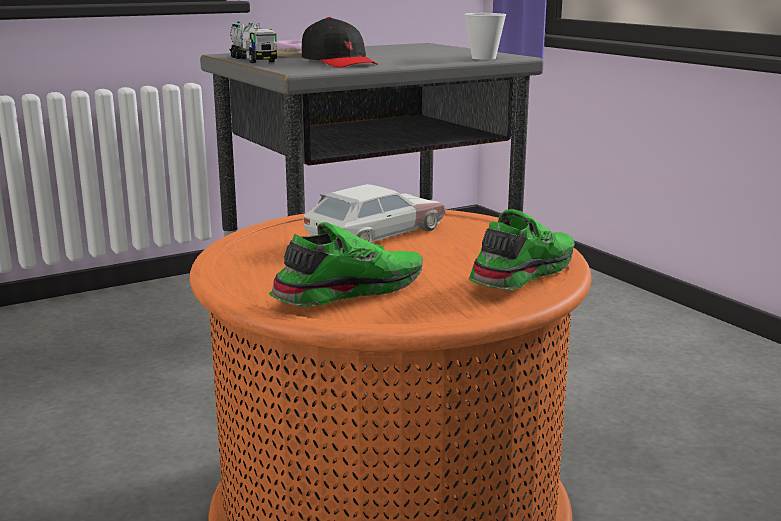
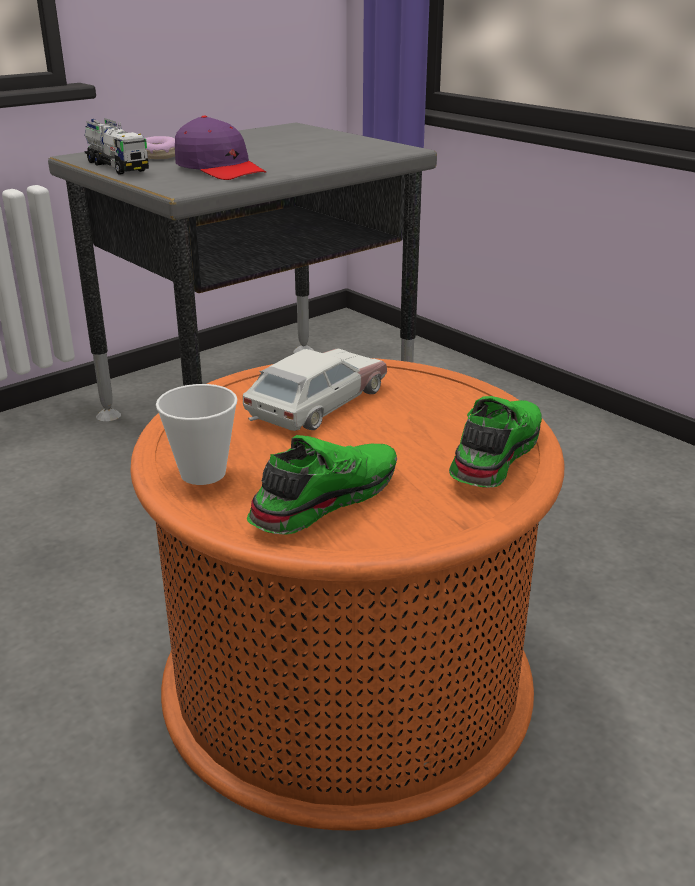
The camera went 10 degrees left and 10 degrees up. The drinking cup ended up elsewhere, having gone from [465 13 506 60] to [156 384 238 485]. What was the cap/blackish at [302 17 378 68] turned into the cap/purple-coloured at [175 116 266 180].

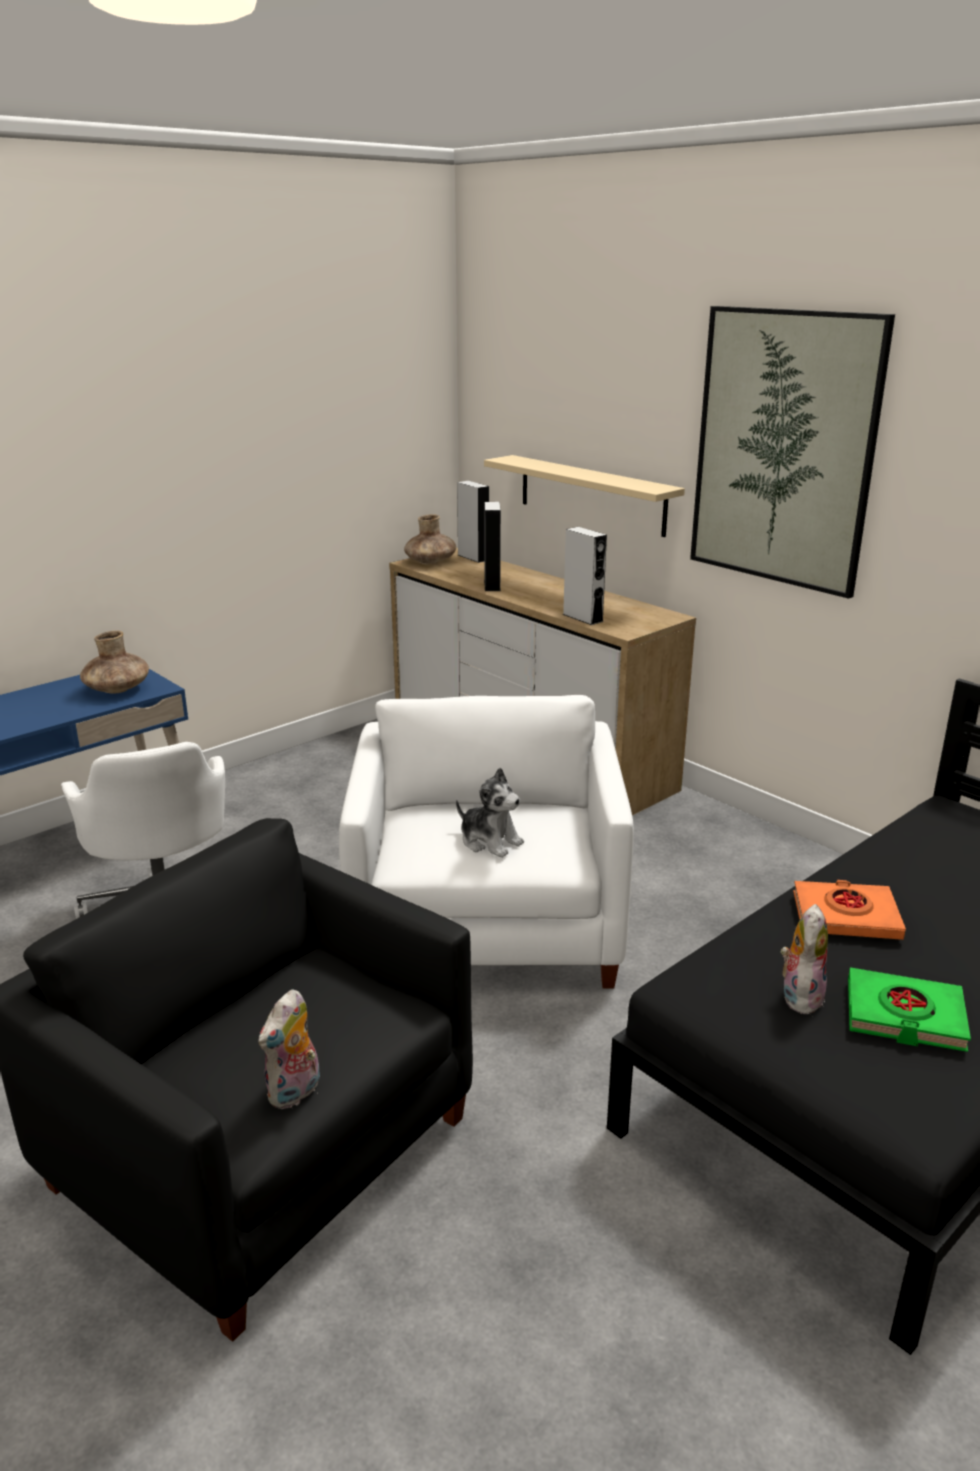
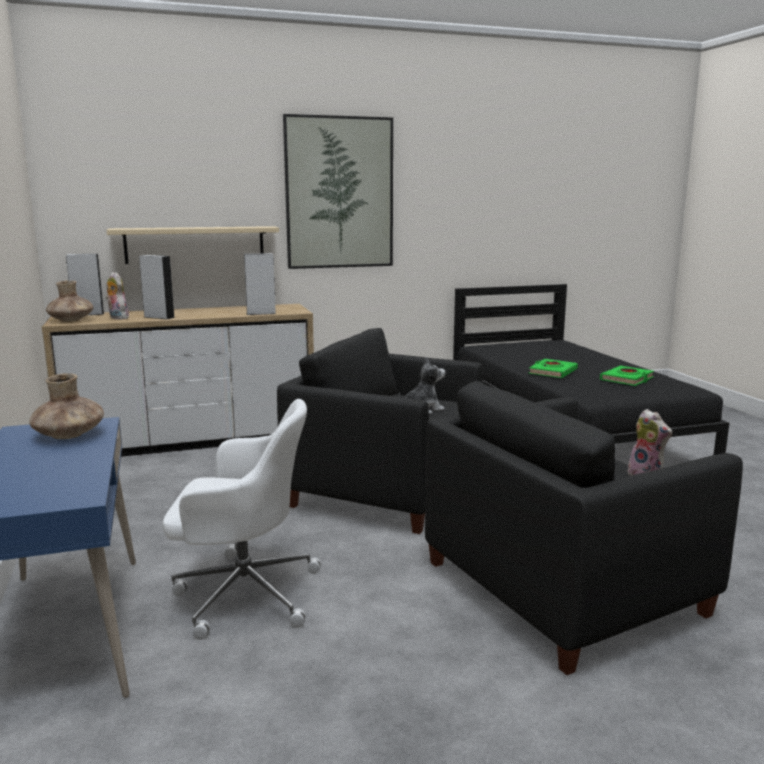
The camera went 65 degrees left and 10 degrees down. The soft toy ended up elsewhere, having gone from [781 904 828 1014] to [105 272 129 320]. What was the armchair/white-coloured at [339 695 634 989] turned into the armchair/blackish at [277 328 482 534]. What was the bound book/orange at [793 880 906 940] turned into the bound book/greenish at [529 359 578 378].

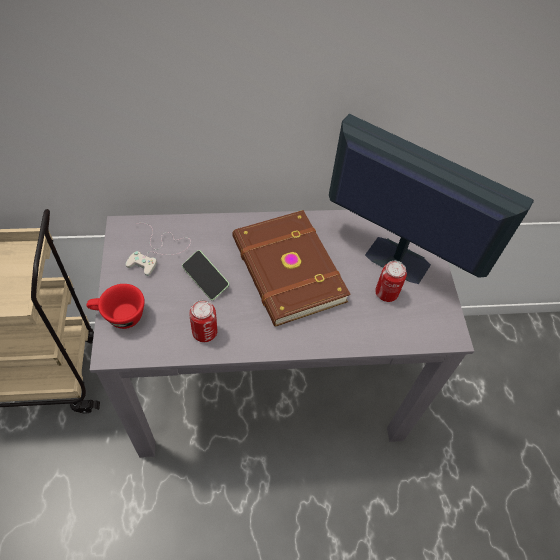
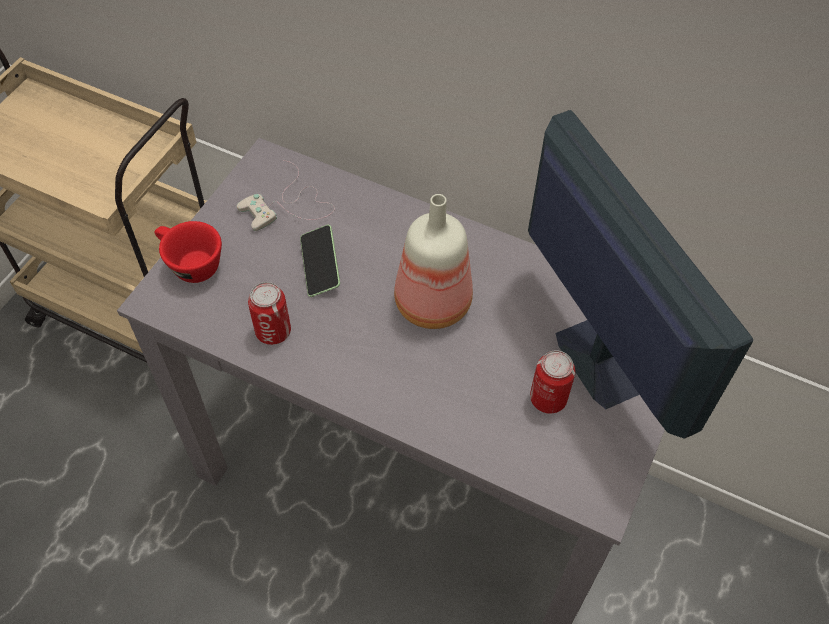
The camera went 35 degrees right and 0 degrees up. Where the bound book/brownish stood at [232 210 350 327], the beverage bottle came to stand at [394 194 473 329].

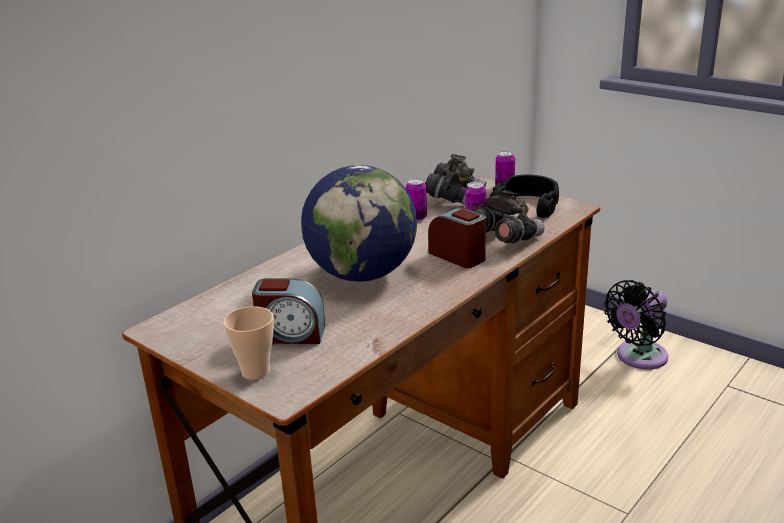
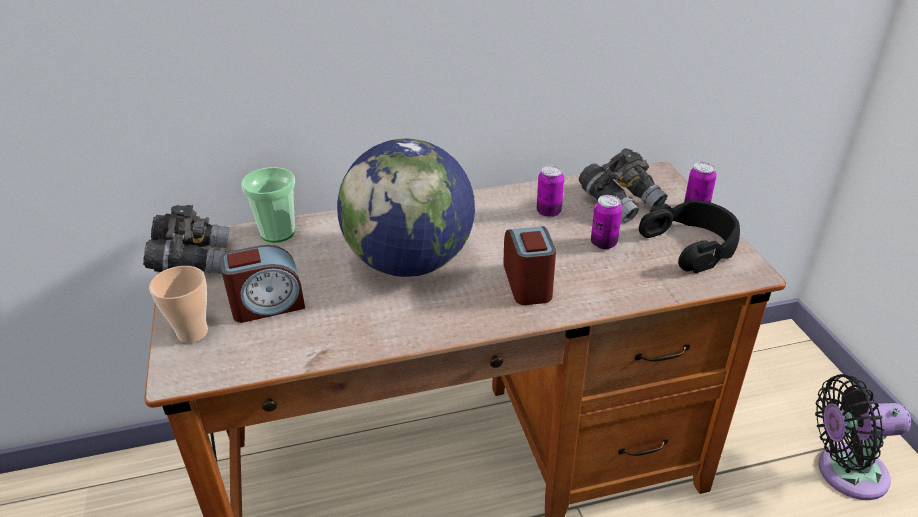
The camera went 35 degrees right and 10 degrees up. The second view gained the drinking cup at [241 167 295 243]. The field glasses/gray ended up elsewhere, having gone from [472 190 544 243] to [143 205 229 274]. The table clock at [252 278 325 344] ended up facing another way, 60 degrees counterclockwise from before.

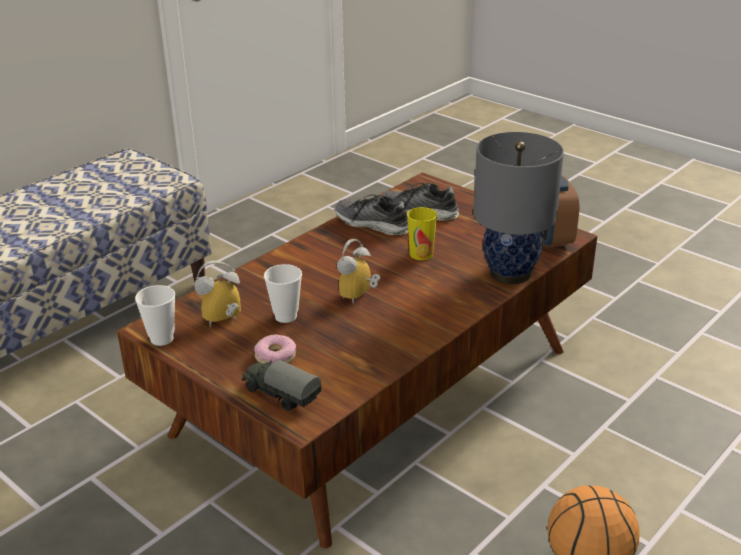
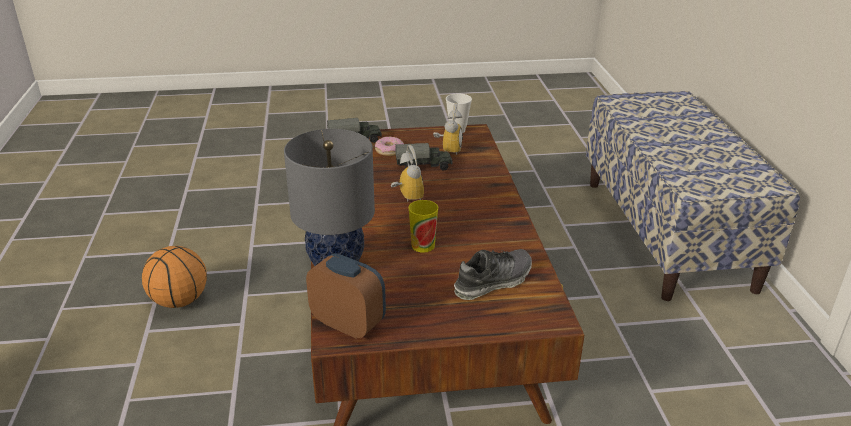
The camera went 130 degrees right and 0 degrees up. The second view lost the shoe at [335 194 408 235]. Where the drinking cup stood at [264 264 302 323], the toy lorry came to stand at [395 143 453 170].

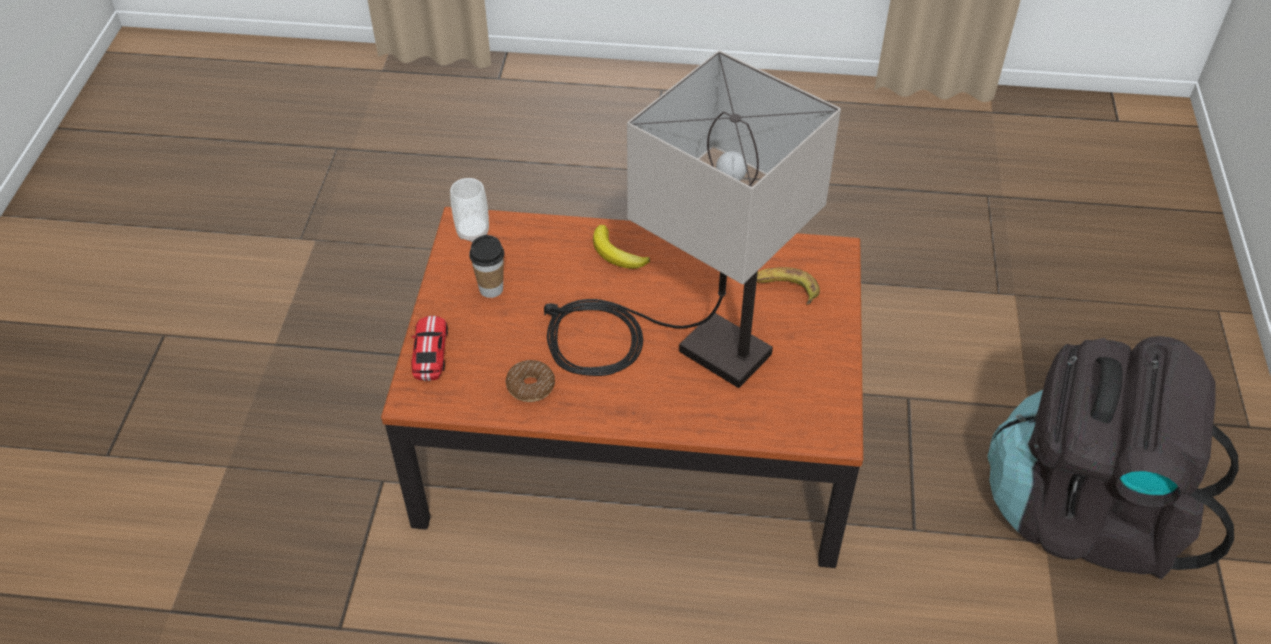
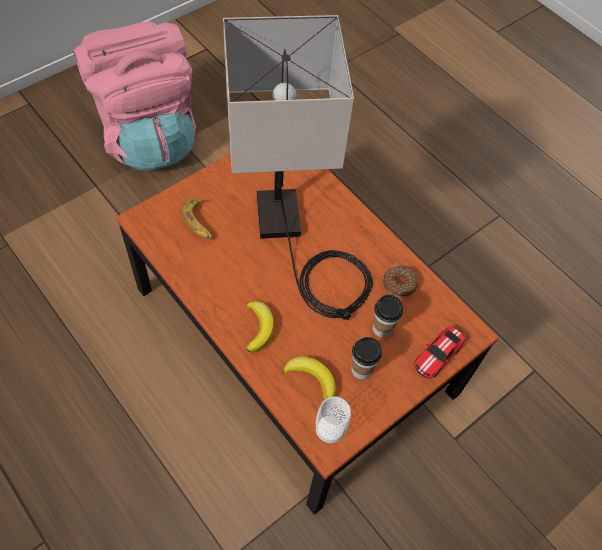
The camera went 140 degrees left and 10 degrees up. The second view gained the banana at [283 357 336 400]. The second view gained the drinking cup at [373 295 403 337]. What was the backpack/blackish at [988 336 1239 579] turned into the backpack/pinkish at [73 21 196 170].

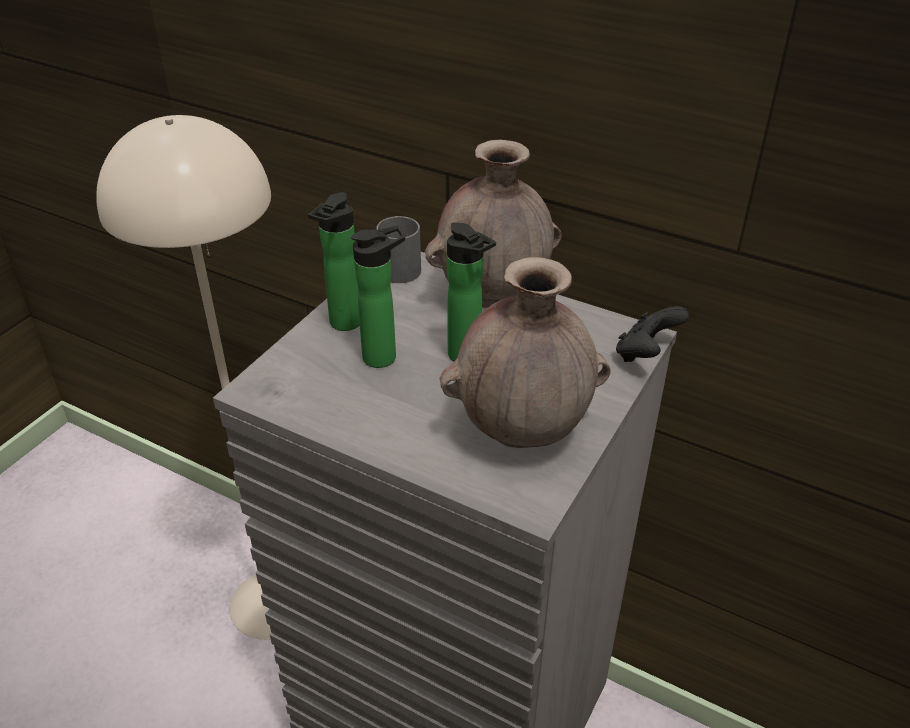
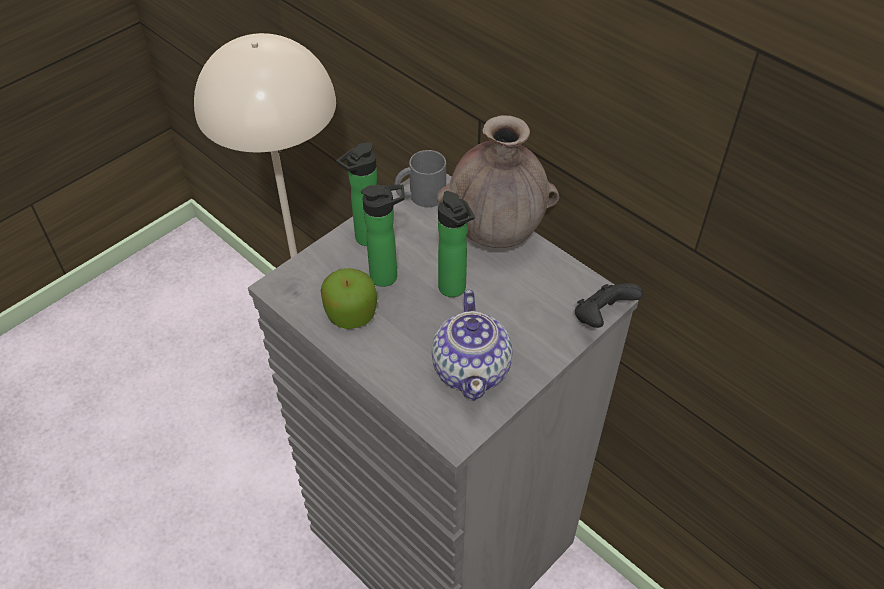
The camera went 15 degrees right and 10 degrees up. The second view gained the whole apple at [321 268 377 329]. Where the flower vase/brownish stood at [440 257 611 448], the tea pot came to stand at [431 290 513 401].

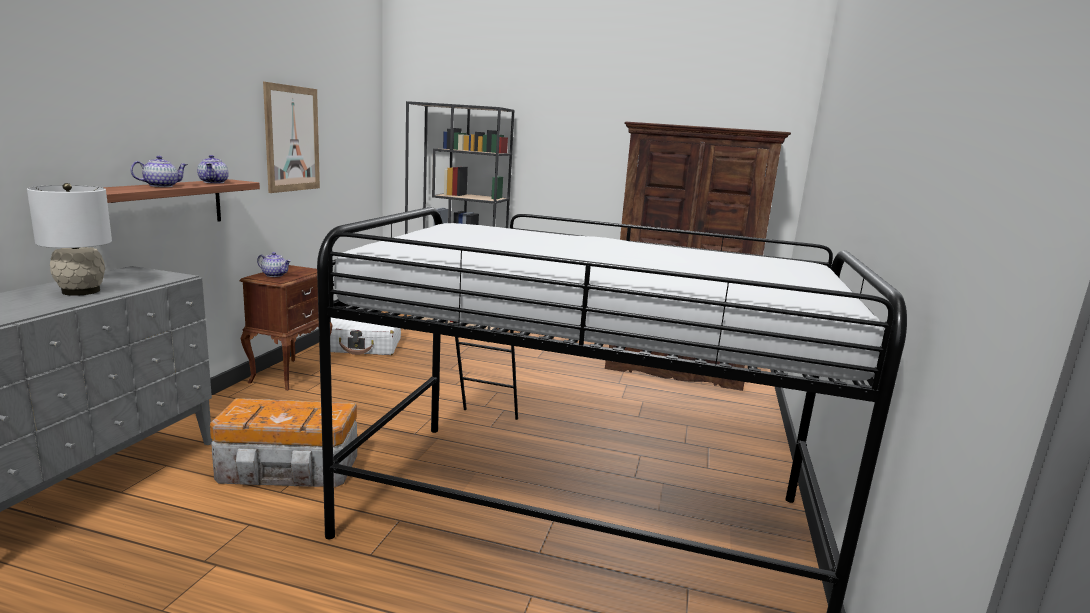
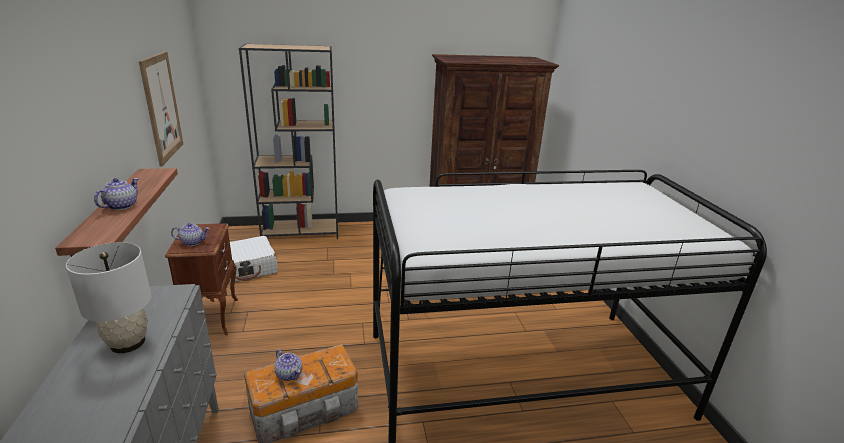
The camera went 25 degrees left and 10 degrees up. The tea pot ended up elsewhere, having gone from [197 155 229 183] to [275 349 302 381].

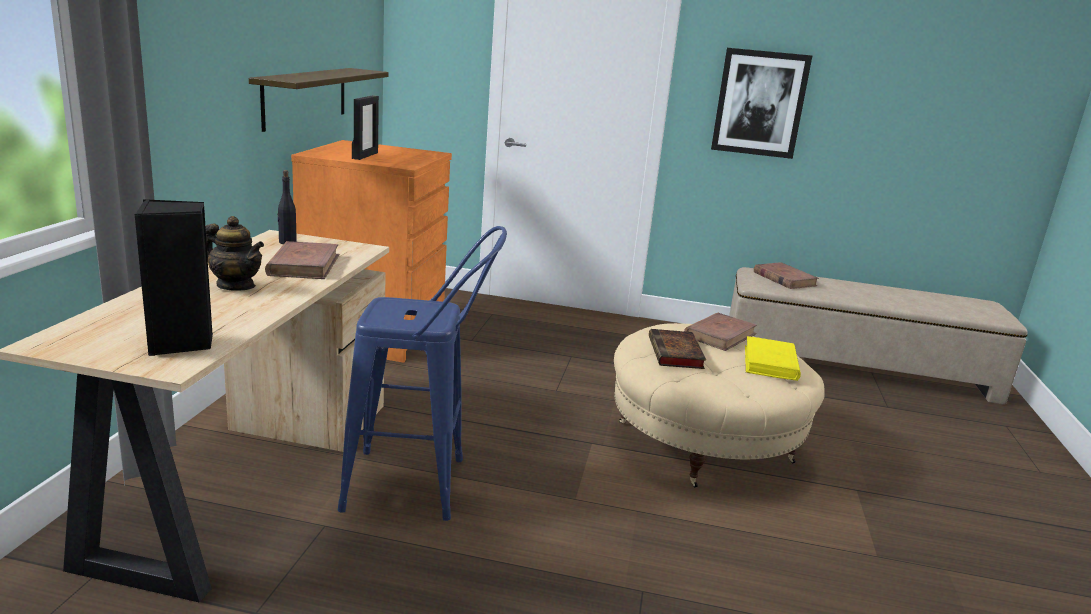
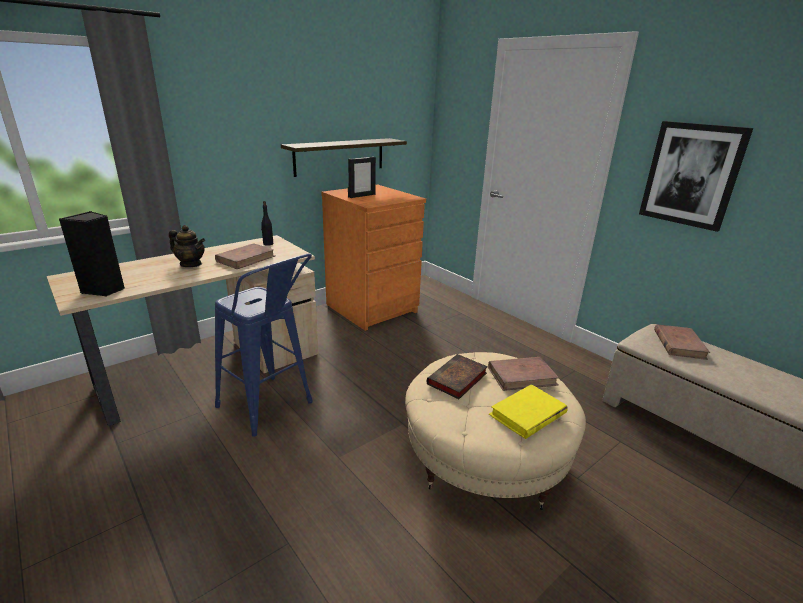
The camera went 40 degrees right and 5 degrees up. The tea pot at [205 216 264 291] ended up facing another way, 45 degrees counterclockwise from before.

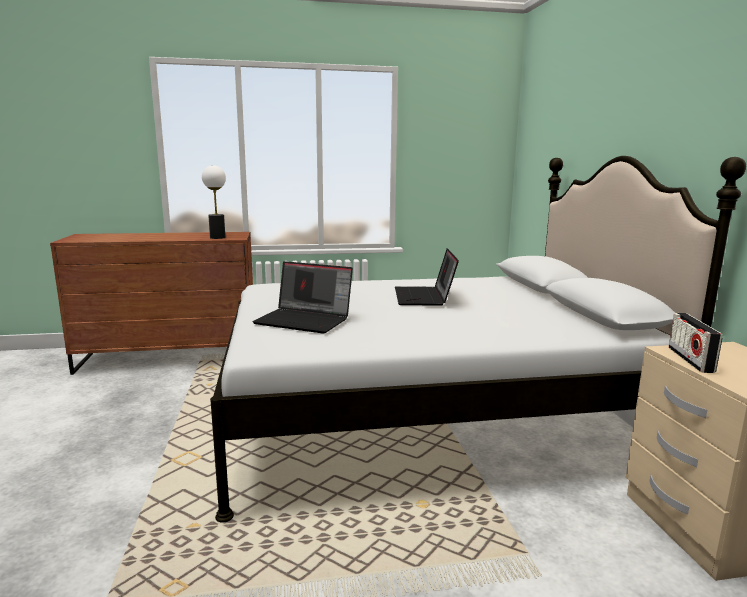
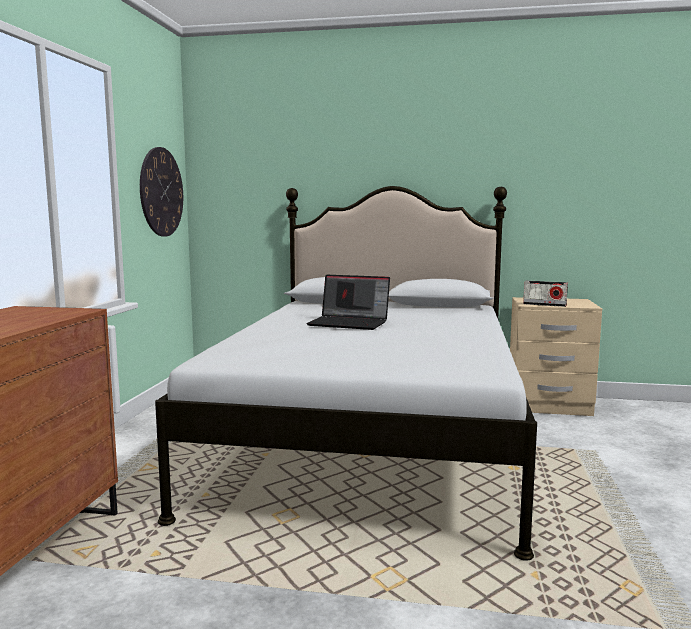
The camera went 70 degrees left and 5 degrees down. The second view lost the lamp for a table at [202 165 226 239]. The second view lost the portable computer at [252 261 353 334]. The second view gained the hanging clock at [140 147 183 237].

